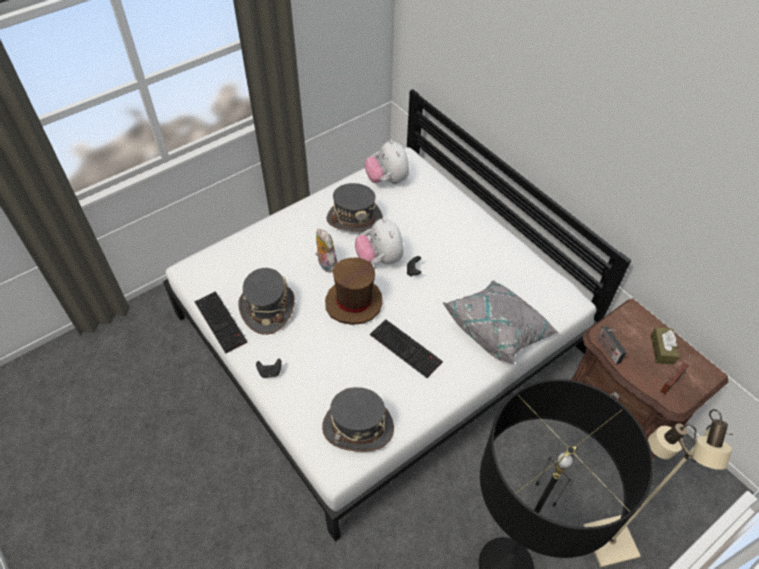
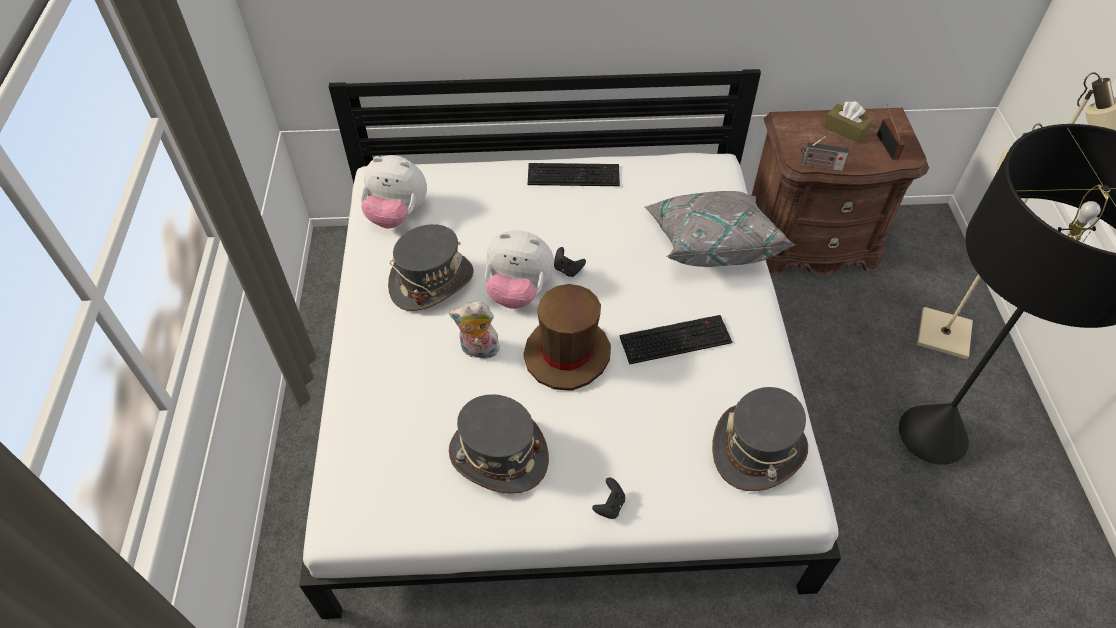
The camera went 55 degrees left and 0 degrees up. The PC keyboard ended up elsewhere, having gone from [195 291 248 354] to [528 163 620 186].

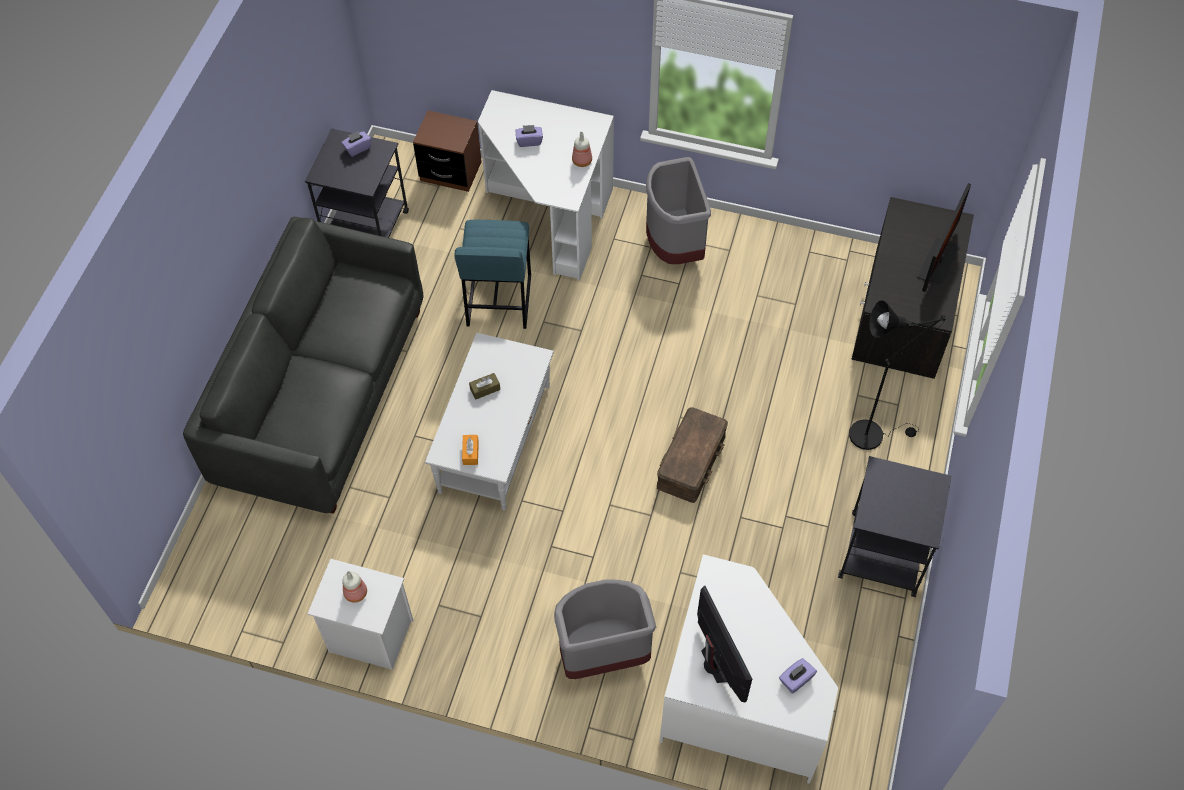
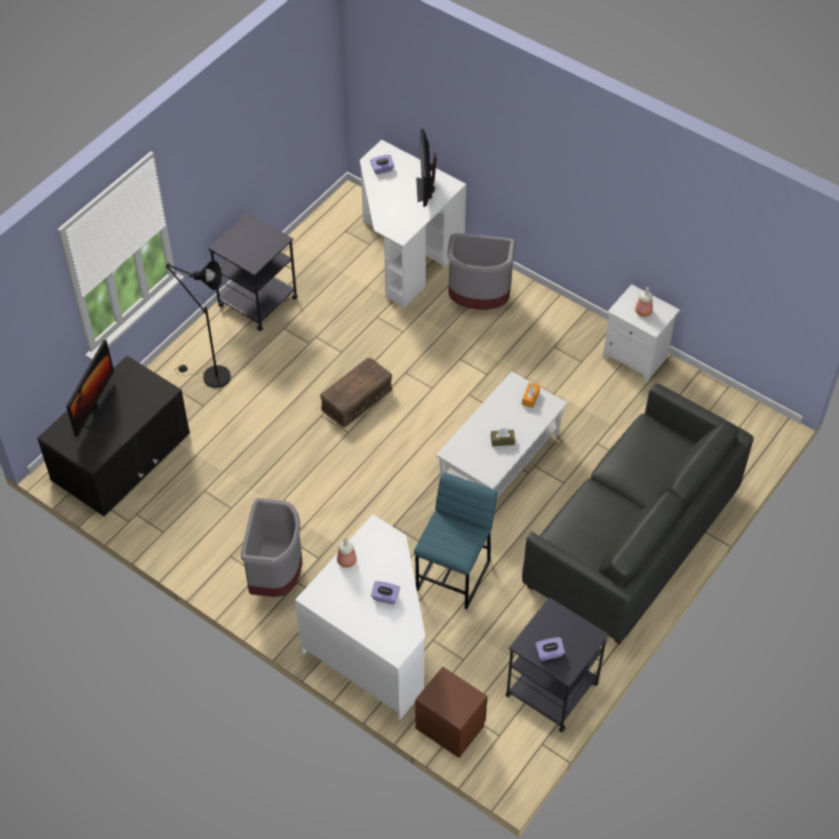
The camera went 160 degrees left and 5 degrees down. The computer display at [917 183 971 292] ended up facing another way, 150 degrees clockwise from before.

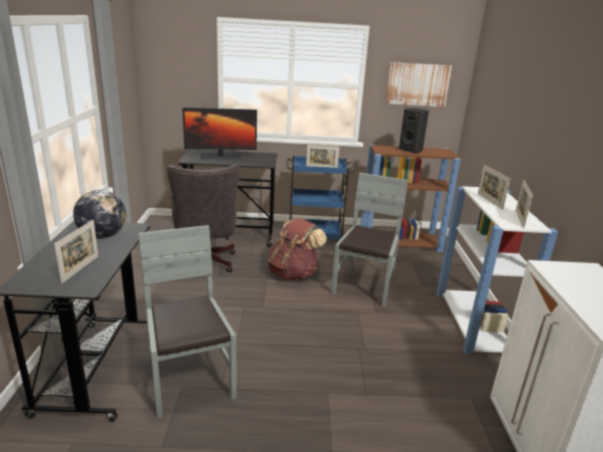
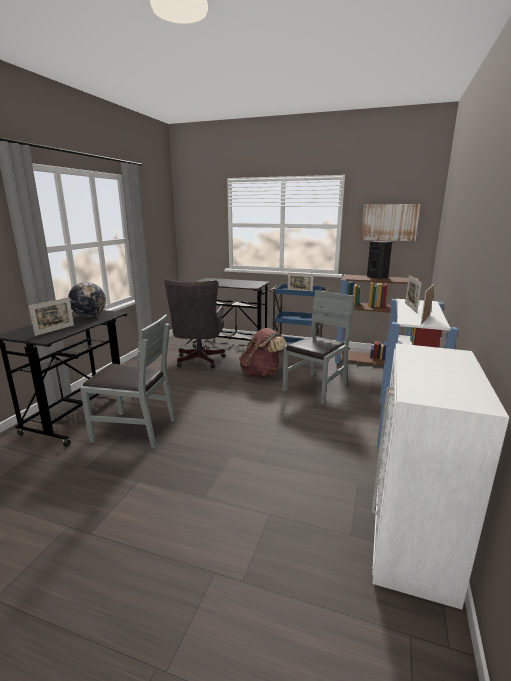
The camera went 20 degrees right and 5 degrees down. The second view lost the computer display at [182 108 257 160]. The plain chair/gray at [138 225 237 419] ended up facing another way, 105 degrees clockwise from before.

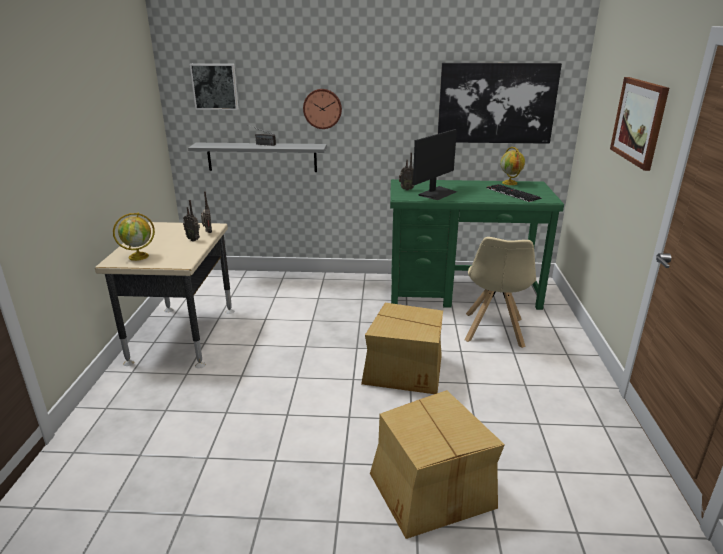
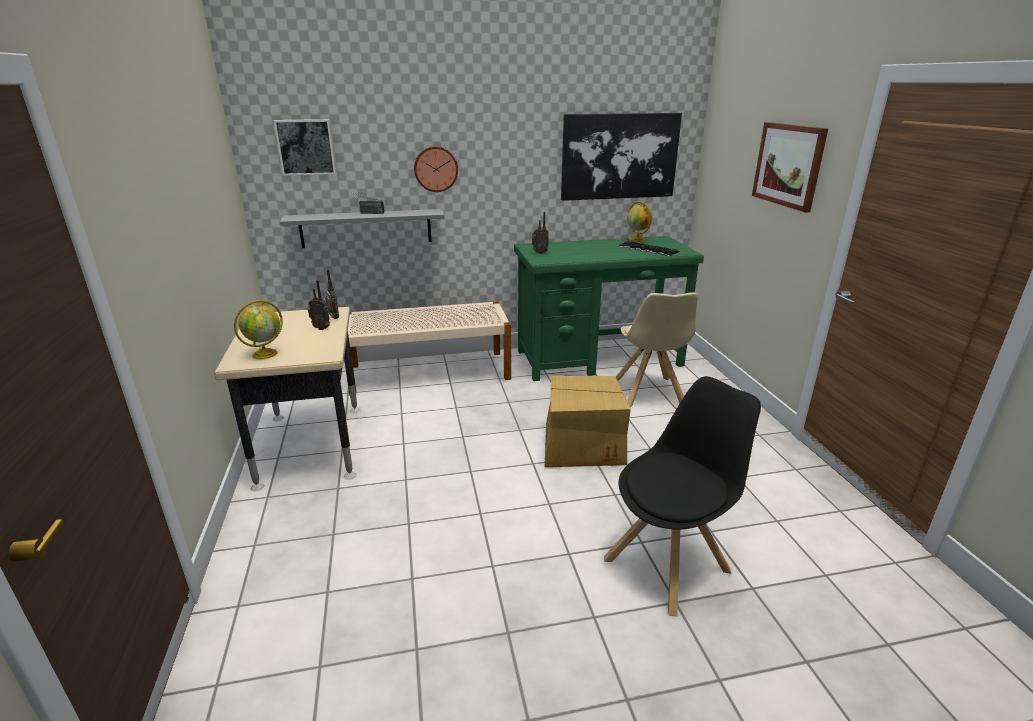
The camera went 15 degrees left and 0 degrees up. The second view lost the computer display at [413 129 457 200]. The second view gained the bench/sand-coloured at [344 301 511 396]. Where the cardboard box stood at [370 390 505 539], the plain chair/blackish came to stand at [604 376 761 617].

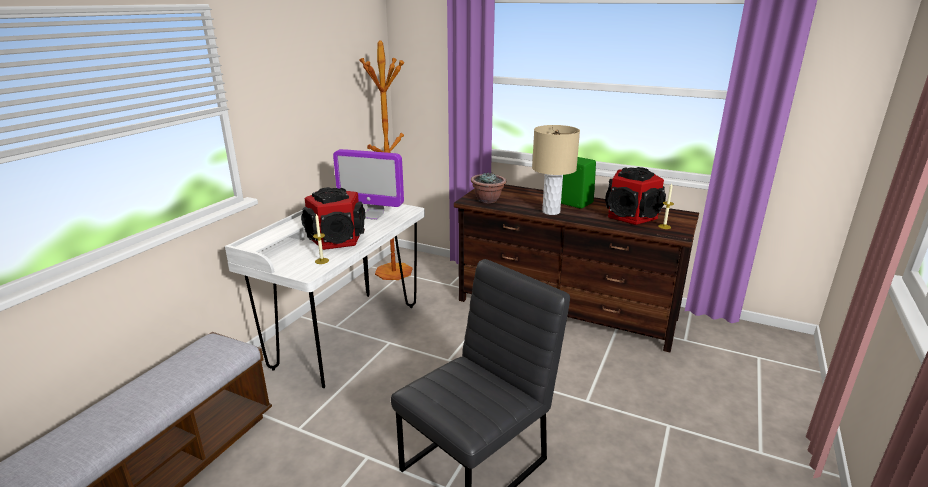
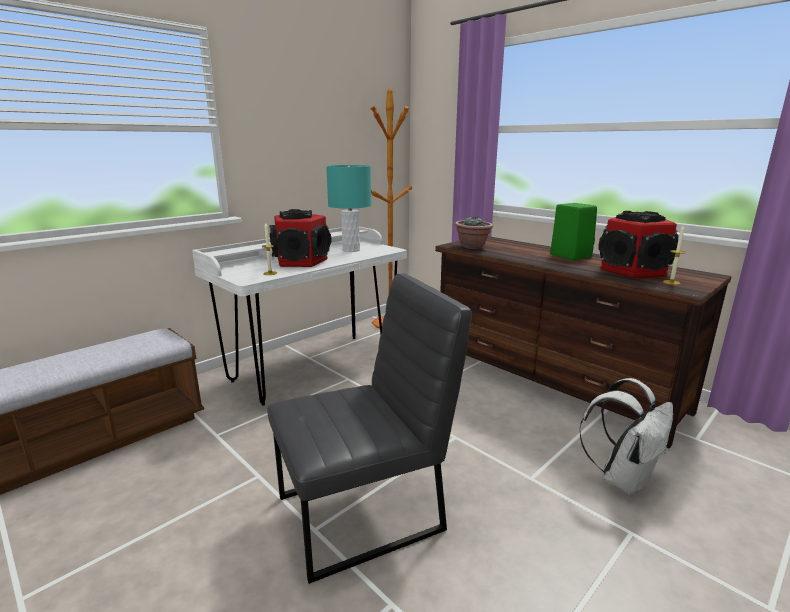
The camera went 20 degrees right and 5 degrees down. The second view lost the lamp for a table/sand-coloured at [532 125 580 215]. The second view gained the backpack/white-coloured at [579 378 673 495]. Where the computer display stood at [333 149 404 220], the lamp for a table/turquoise-coloured came to stand at [326 165 371 252].

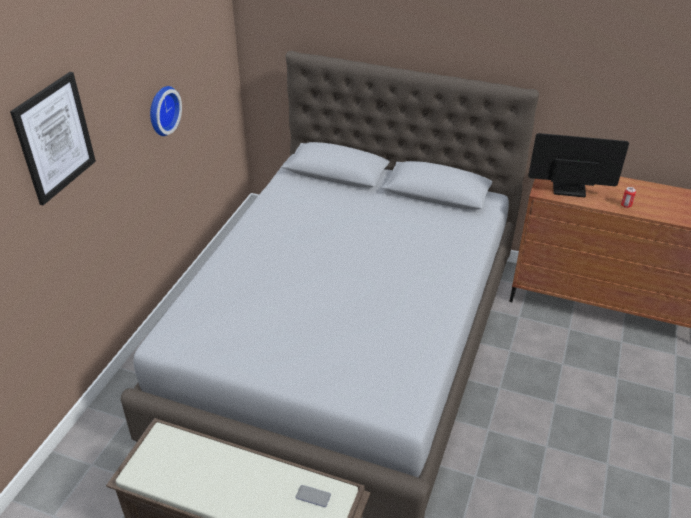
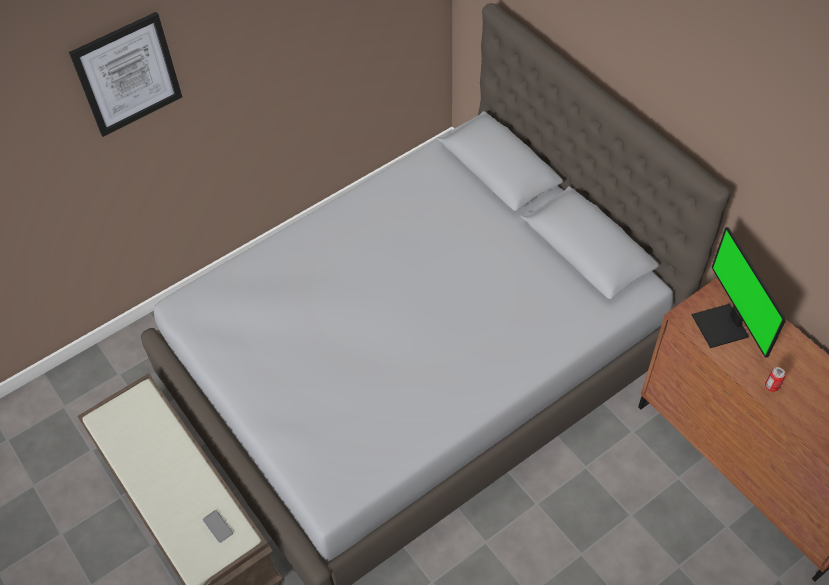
The camera went 35 degrees right and 15 degrees up. The second view lost the hanging clock at [150 86 182 136]. The computer display at [528 133 629 197] ended up facing another way, 150 degrees counterclockwise from before.

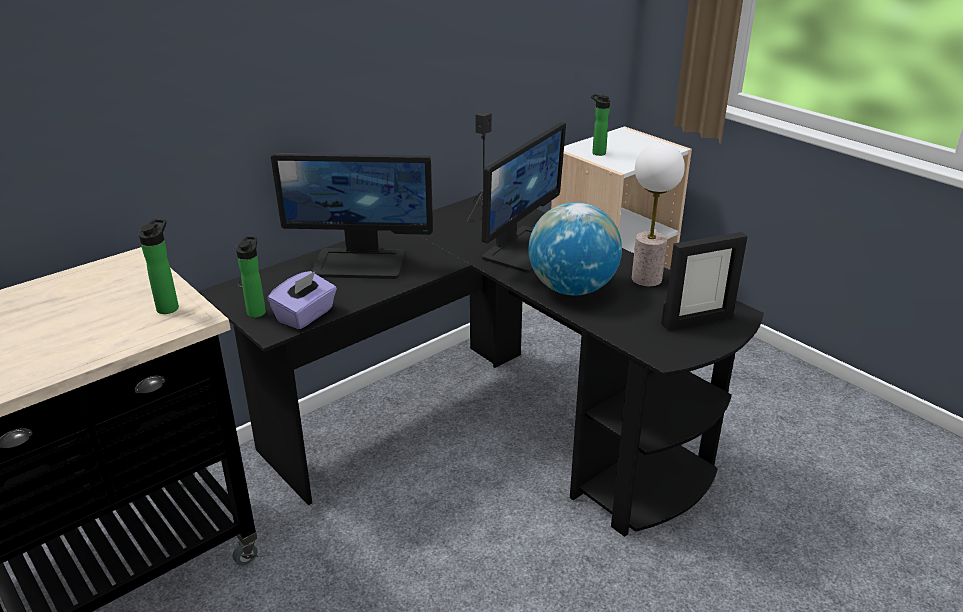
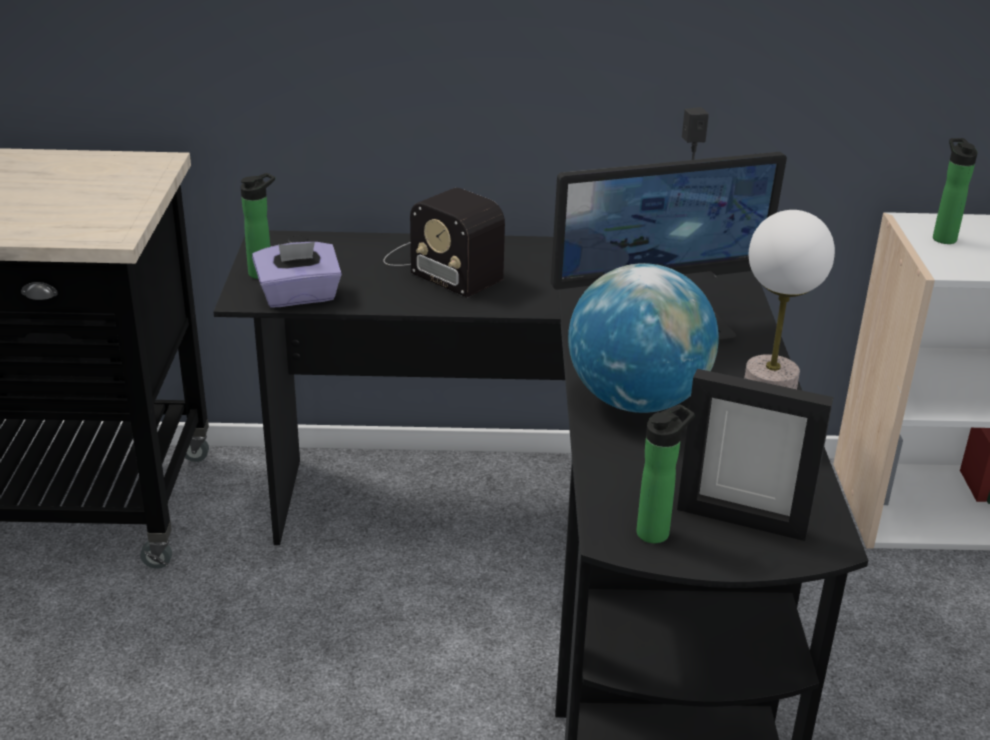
The camera went 40 degrees right and 0 degrees up. The beverage bottle ended up elsewhere, having gone from [139 219 179 314] to [636 404 694 543]. Where the computer display stood at [271 153 433 279], the radio receiver came to stand at [383 188 505 298].

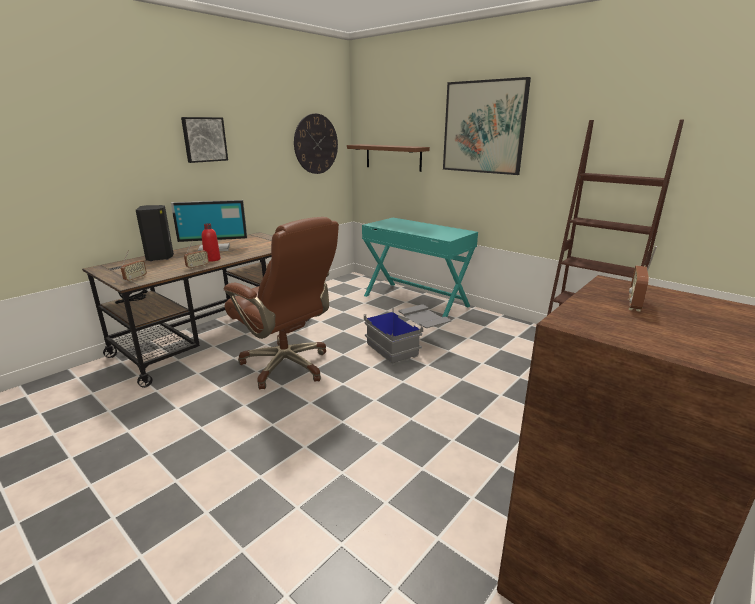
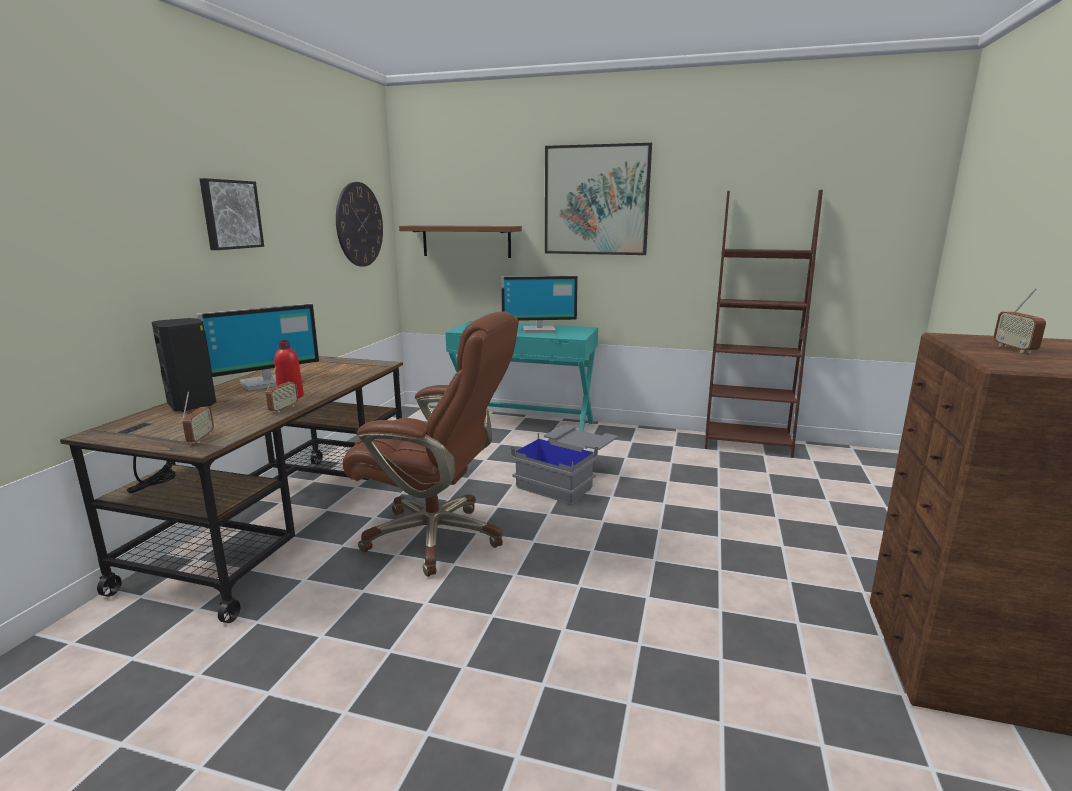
The camera went 25 degrees left and 5 degrees down. The second view gained the computer display at [501 276 578 333].

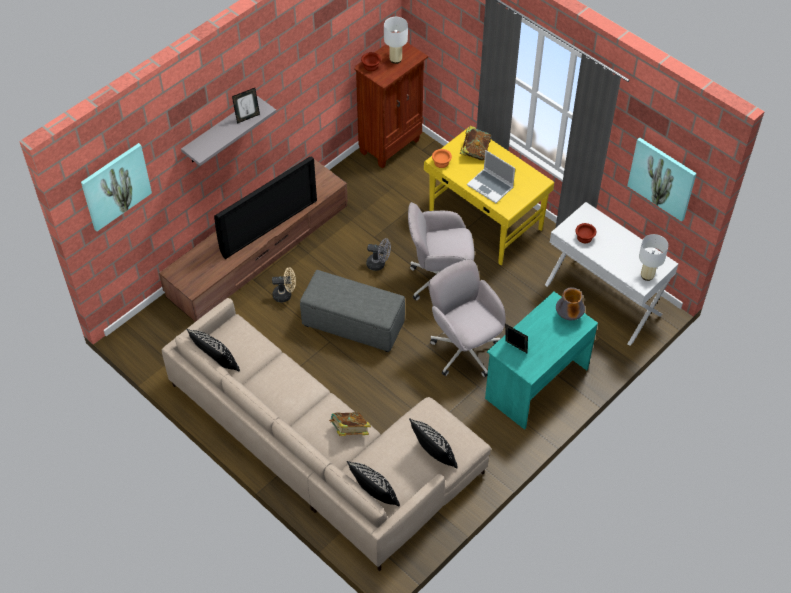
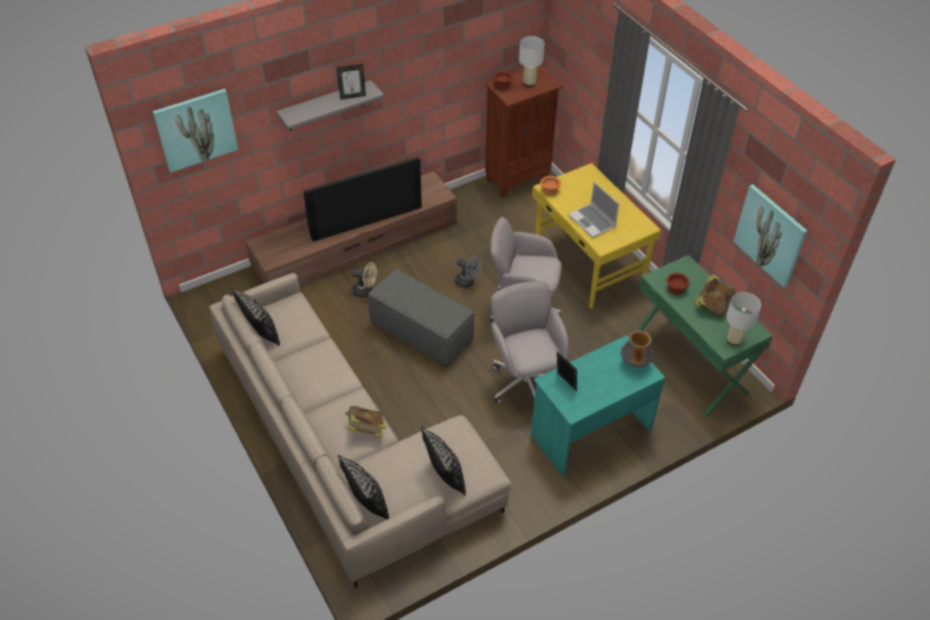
The camera went 15 degrees right and 5 degrees down. The bound book ended up elsewhere, having gone from [460 126 491 160] to [694 274 736 317]. What was the console table/white-coloured at [545 202 678 346] turned into the console table/greenish at [637 255 773 418].

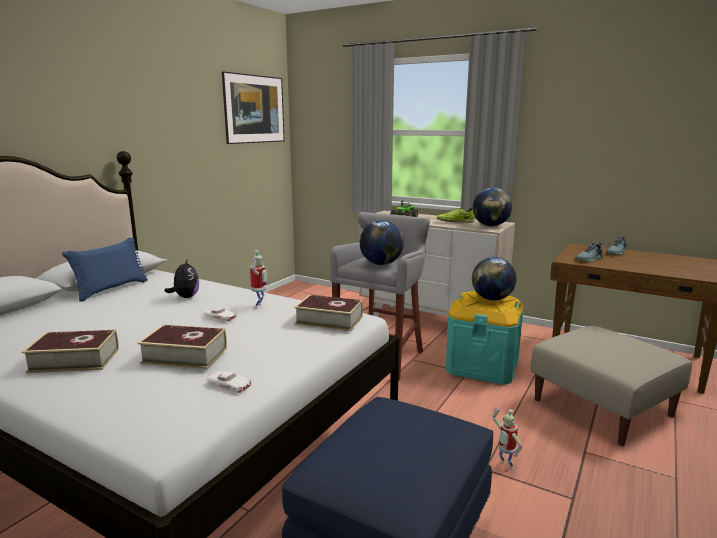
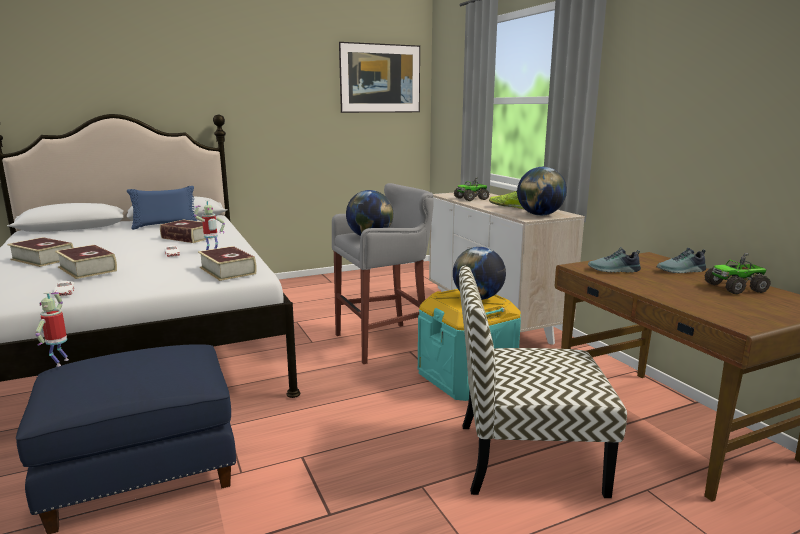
The camera went 35 degrees right and 0 degrees up. The second view gained the toy lorry at [704 253 771 295]. The model robot ended up elsewhere, having gone from [492 408 522 469] to [36 292 69 367]. Where the soft toy stood at [165 258 199 298], the bound book came to stand at [160 220 211 243]. Where the ottoman/sand-coloured stood at [531 326 692 446], the plain chair came to stand at [459 266 627 498].

